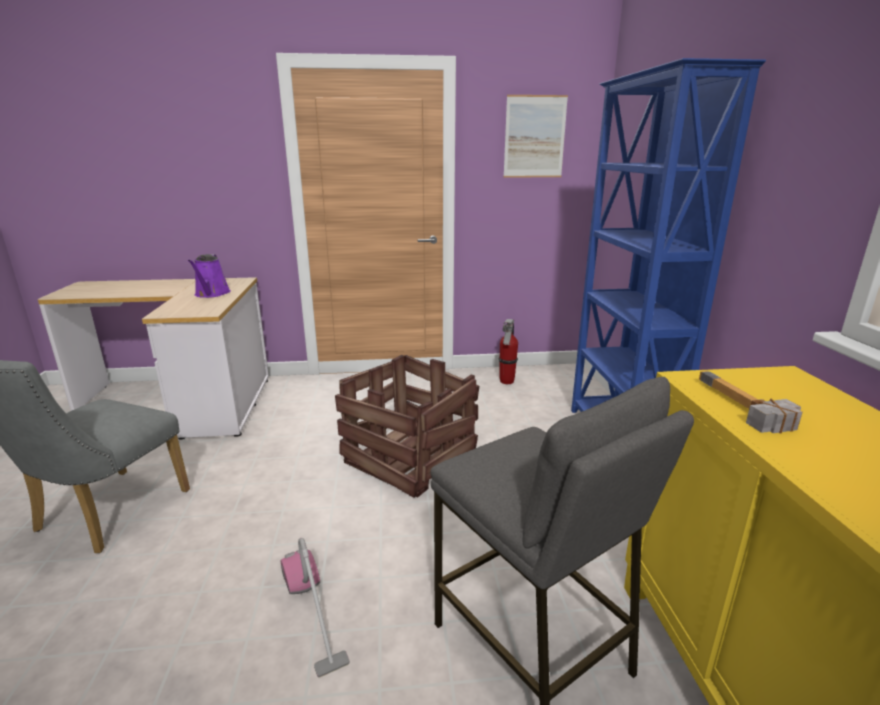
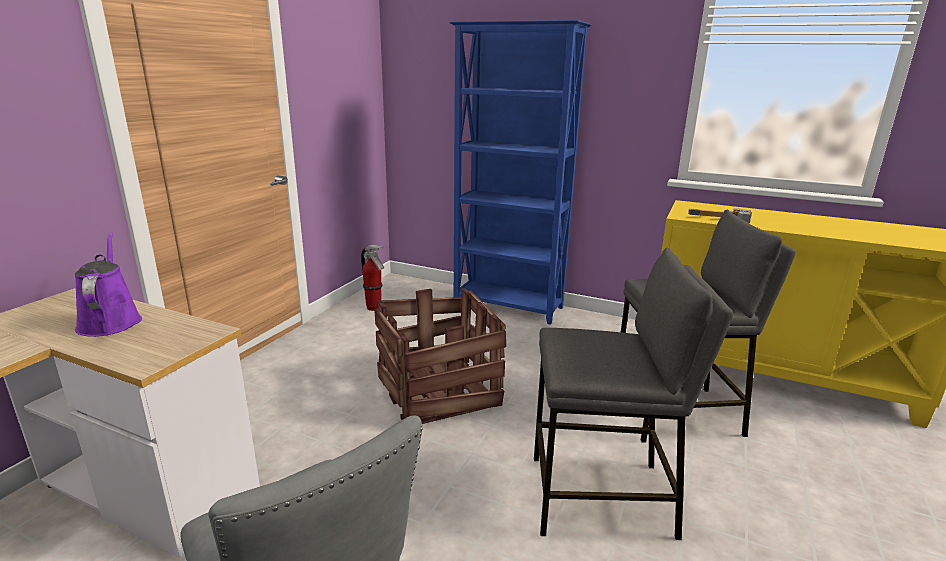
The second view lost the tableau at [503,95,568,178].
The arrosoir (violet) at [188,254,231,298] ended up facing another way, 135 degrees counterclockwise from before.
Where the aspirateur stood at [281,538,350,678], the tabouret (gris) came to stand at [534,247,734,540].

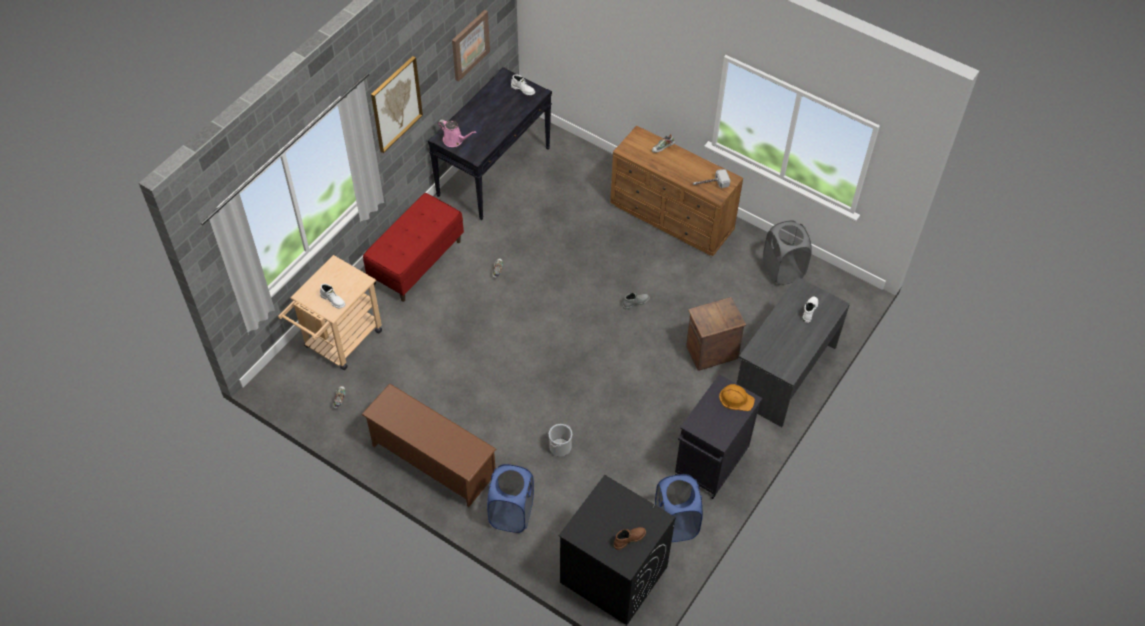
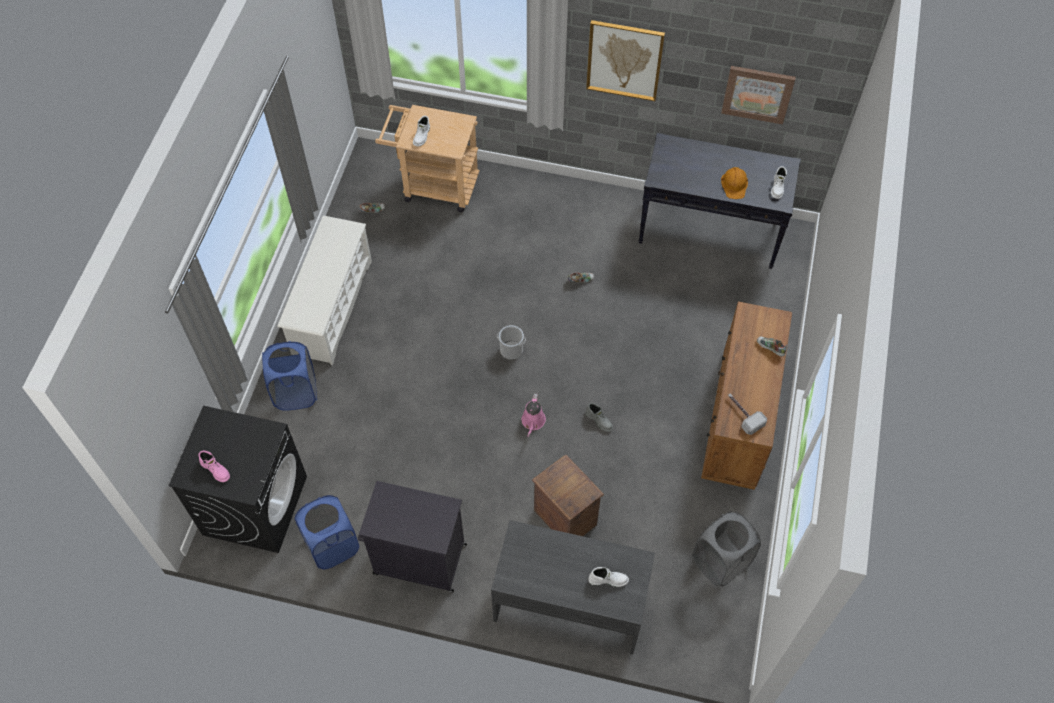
The arrosoir (rose) ended up elsewhere, having gone from [438,119,476,147] to [522,393,546,437].
The second view lost the banc (rouge) at [363,193,464,302].
What was the étagère à chaussures (marron) at [361,384,496,507] turned into the étagère à chaussures (blanc) at [278,216,372,365].
The casque de chantier (orange) ended up elsewhere, having gone from [719,384,755,411] to [721,167,748,199].
The seau ended up elsewhere, having gone from [549,424,572,457] to [497,325,526,360].
What was the botte (marron) at [614,527,646,550] turned into the botte (rose) at [198,451,230,482].

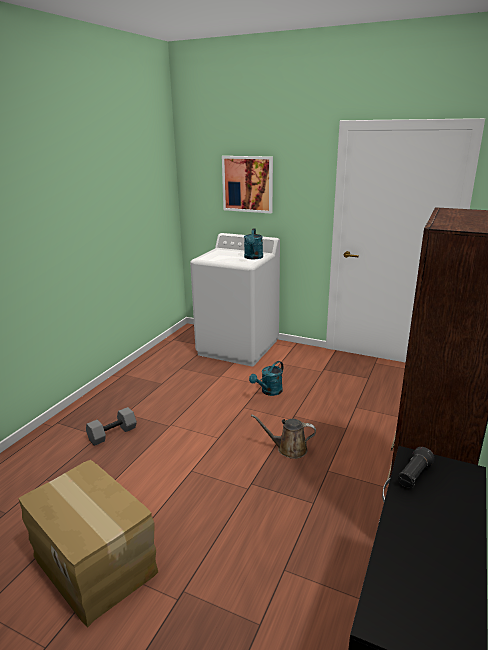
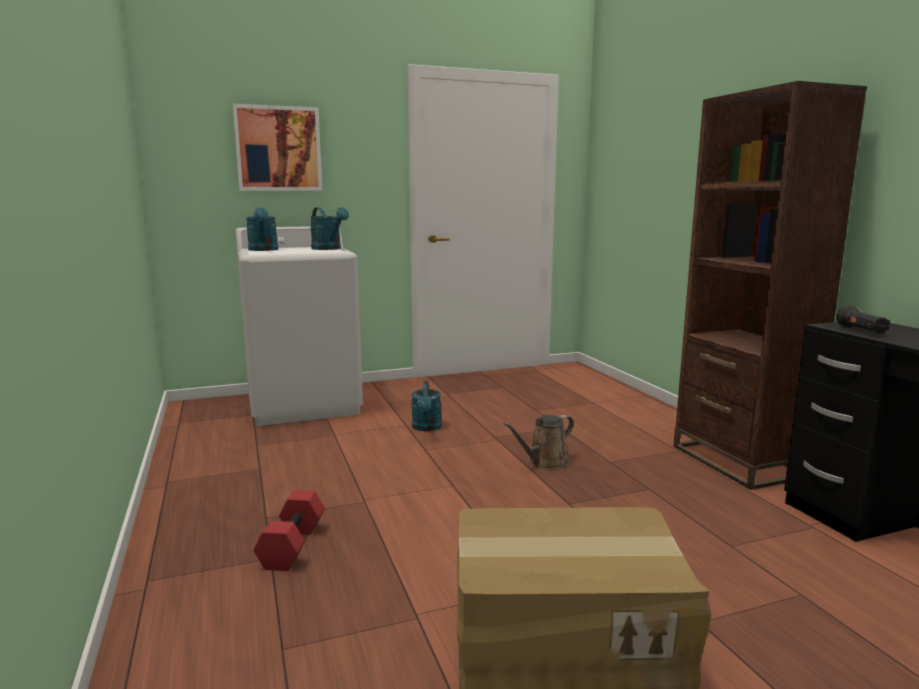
What was the haltère (gris) at [86,407,137,446] turned into the haltère (rouge) at [253,490,325,571].
The second view gained the arrosoir (turquoise) at [246,208,278,251].

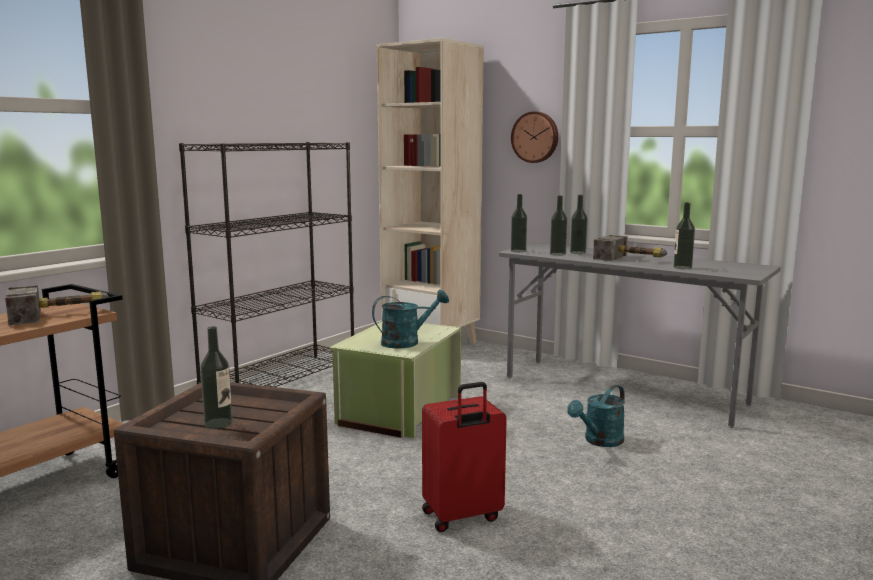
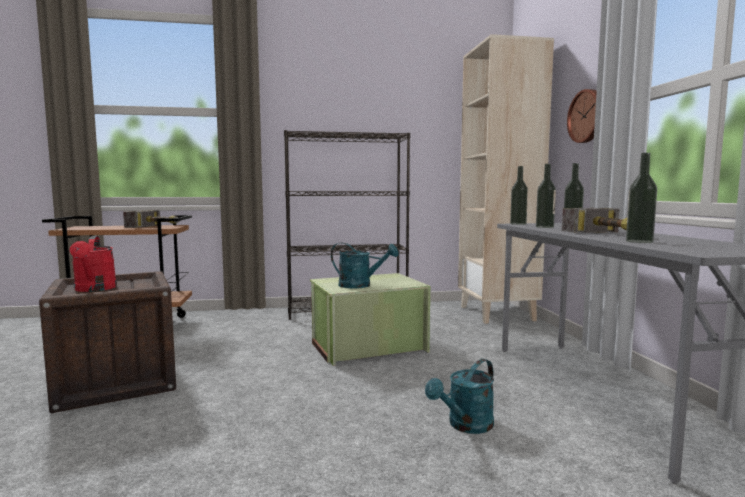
Where the bouteille stood at [200,326,233,429], the arrosoir (rouge) came to stand at [70,236,117,292].
The second view lost the valise (rouge) at [422,382,507,532].
The arrosoir (turquoise) at [567,385,625,447] ended up facing another way, 45 degrees counterclockwise from before.

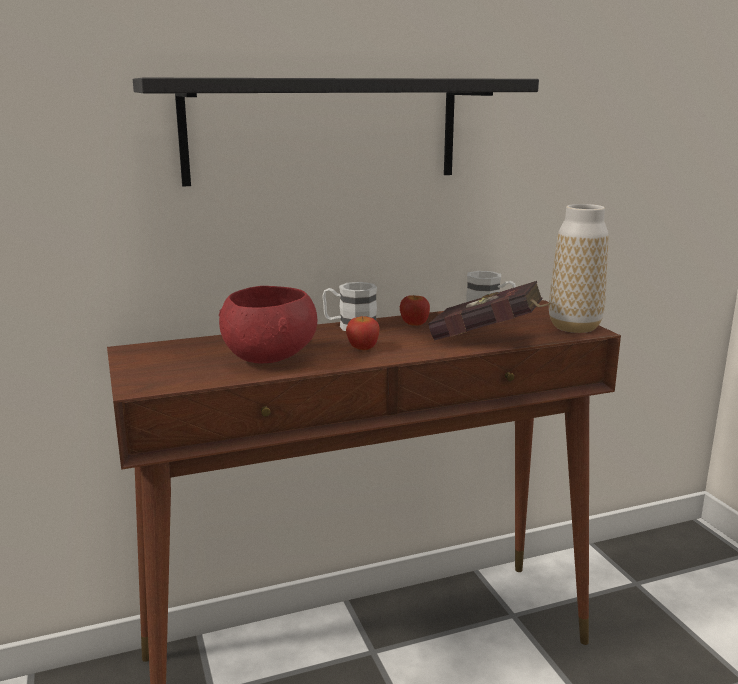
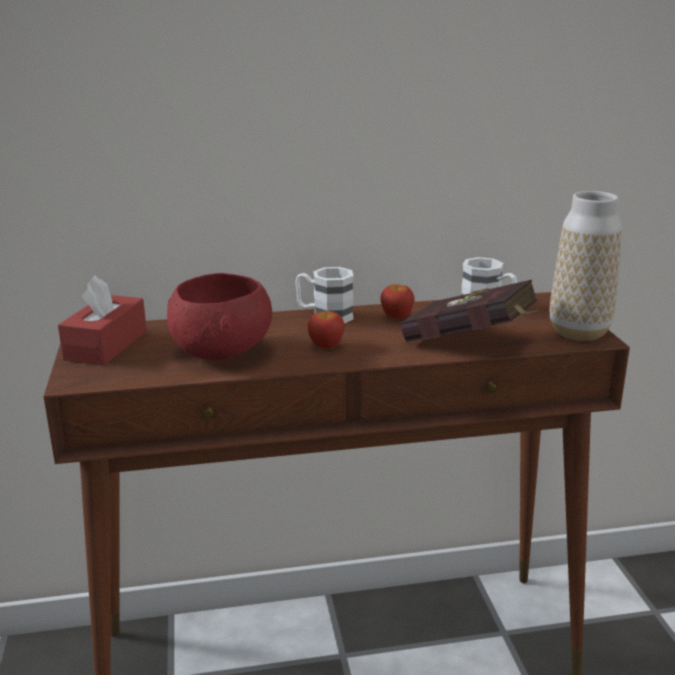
The second view lost the étagère (noir) at [133,78,539,187].
The second view gained the boîte à mouchoirs (rouge) at [58,275,147,365].

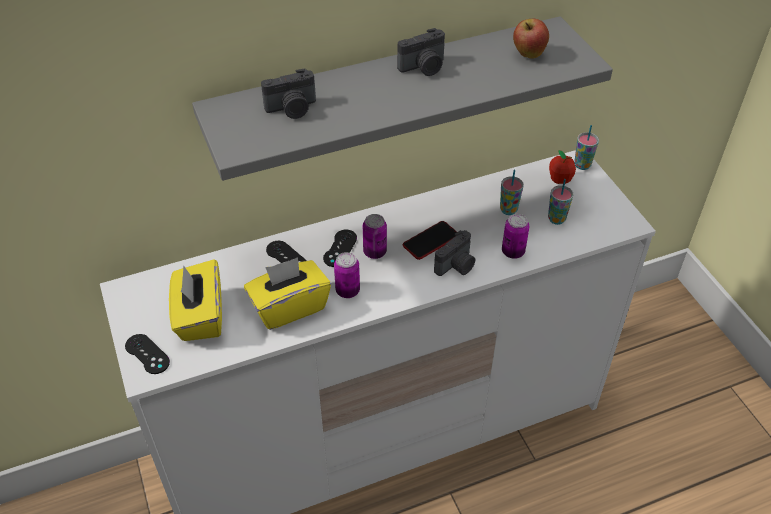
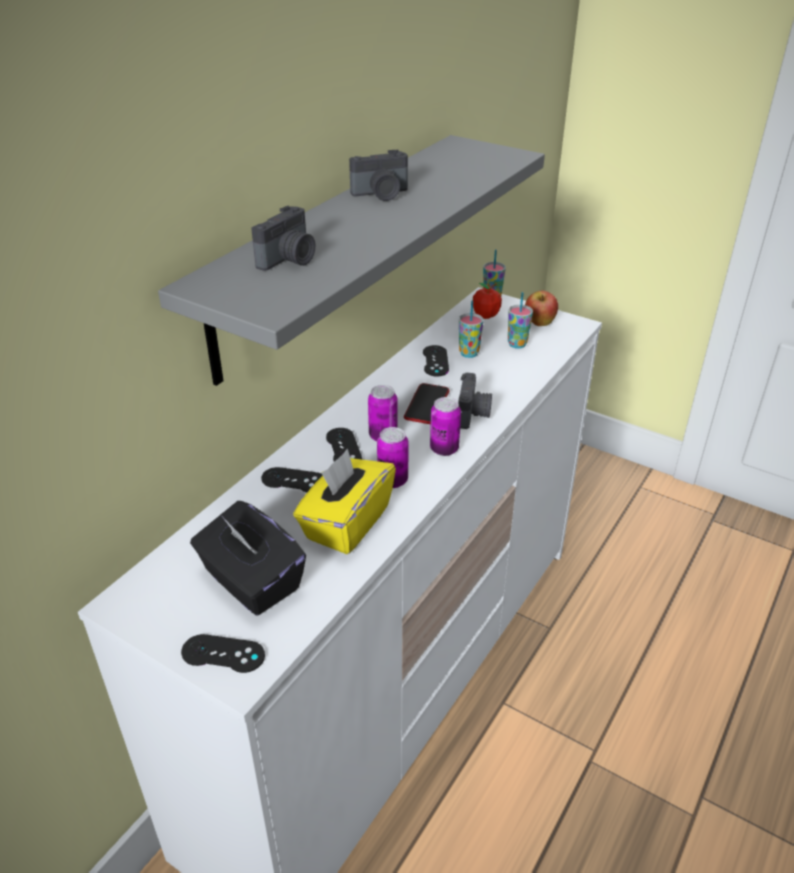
The pomme ended up elsewhere, having gone from [513,19,549,59] to [525,290,558,326].
The appareil photo at [397,28,445,76] ended up facing another way, 45 degrees clockwise from before.
The boîte métallique ended up elsewhere, having gone from [502,214,530,259] to [430,397,461,456].
What was the boîte à mouchoirs (jaune) at [169,259,222,341] turned into the boîte à mouchoirs (noir) at [190,501,306,615].
The second view gained the manette (noir) at [423,345,449,377].

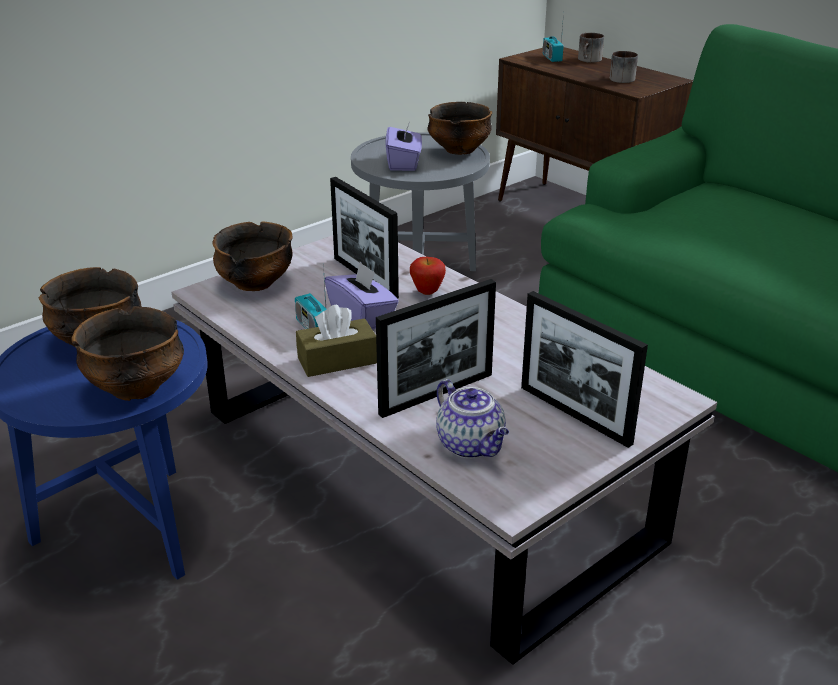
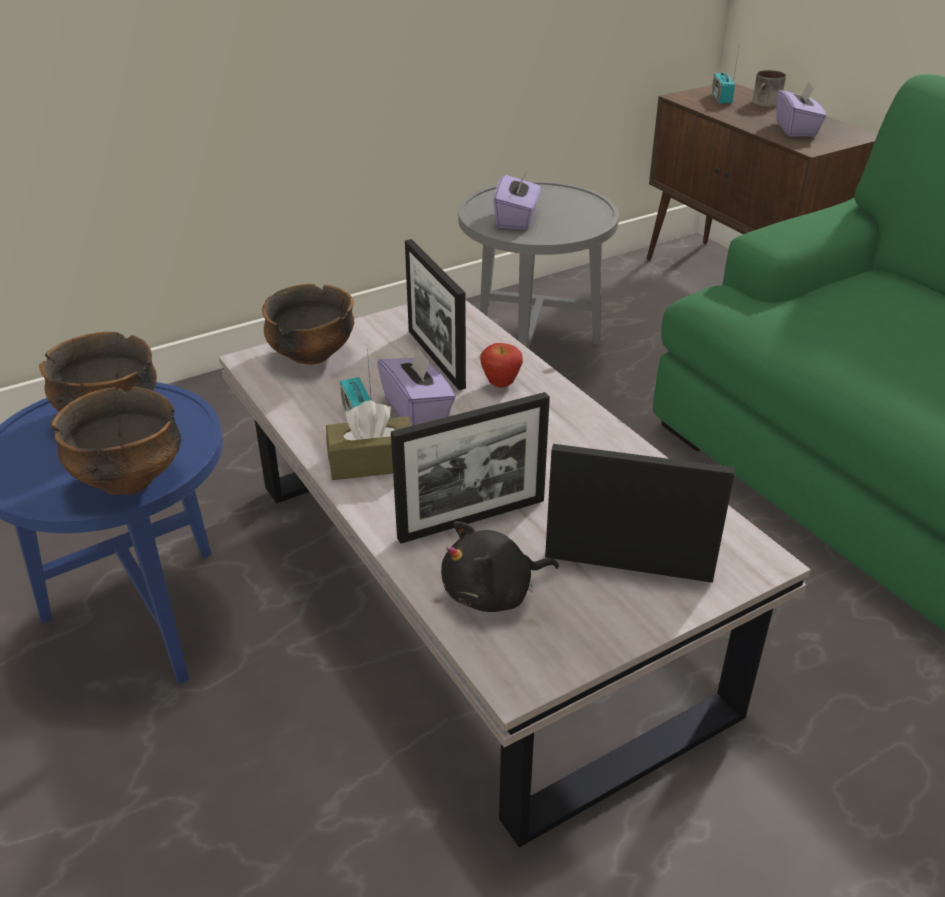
Where the mug stood at [610,51,638,83], the boîte à mouchoirs (violet) came to stand at [776,82,826,137].
The second view lost the bol at [427,102,493,155].
The cadre photo at [521,291,648,448] ended up facing another way, 135 degrees clockwise from before.
Where the théière stood at [436,379,509,458], the peluche (noir) came to stand at [441,521,559,612].

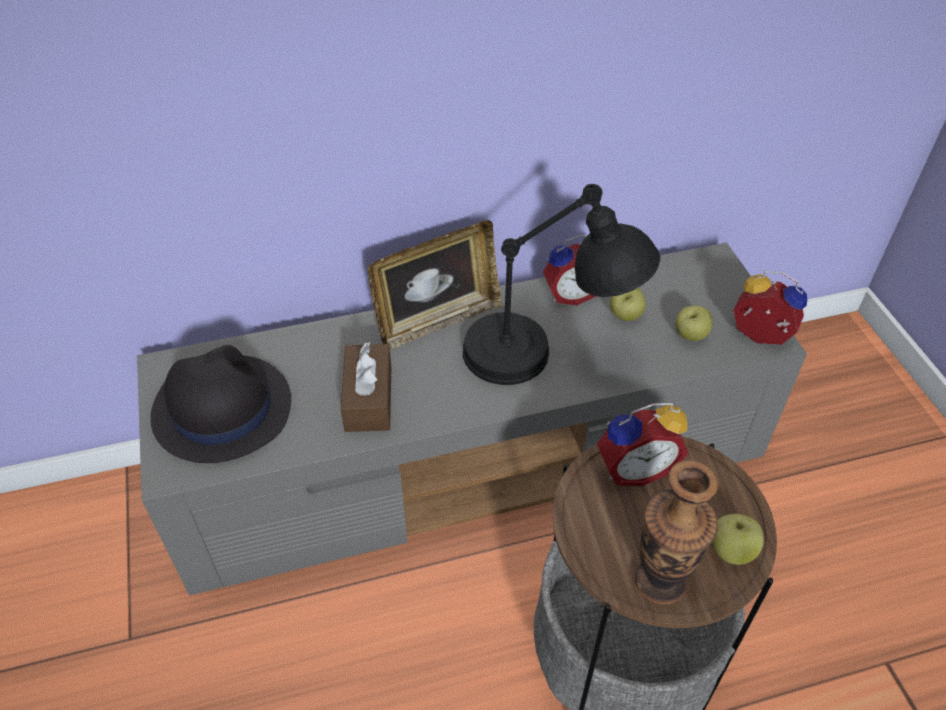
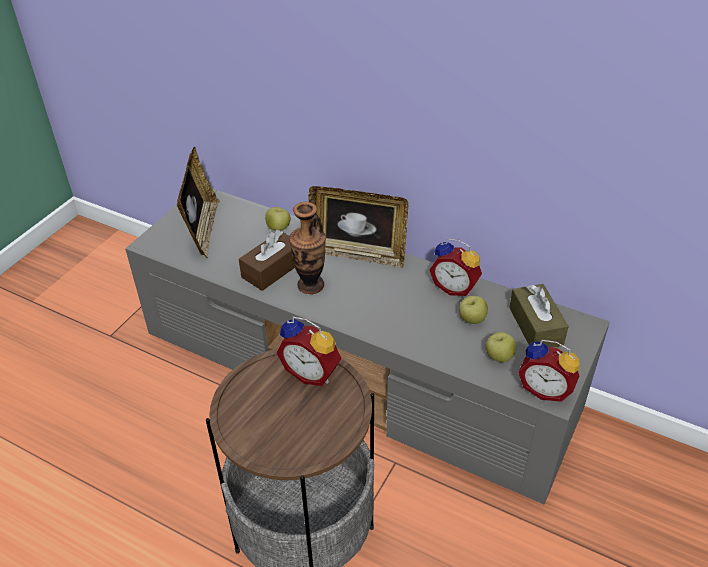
The second view lost the lampe de table (noir) at [463,184,660,385].
The réveil at [733,271,807,345] ended up facing another way, 135 degrees clockwise from before.
Where the chapeau (noir) stood at [150,345,291,463], the cadre photo came to stand at [177,147,220,258].
The vase ended up elsewhere, having gone from [635,460,719,605] to [289,202,326,294].
The pomme ended up elsewhere, having gone from [712,514,764,565] to [265,207,291,231].
The second view gained the boîte à mouchoirs (marron) at [509,284,569,348].

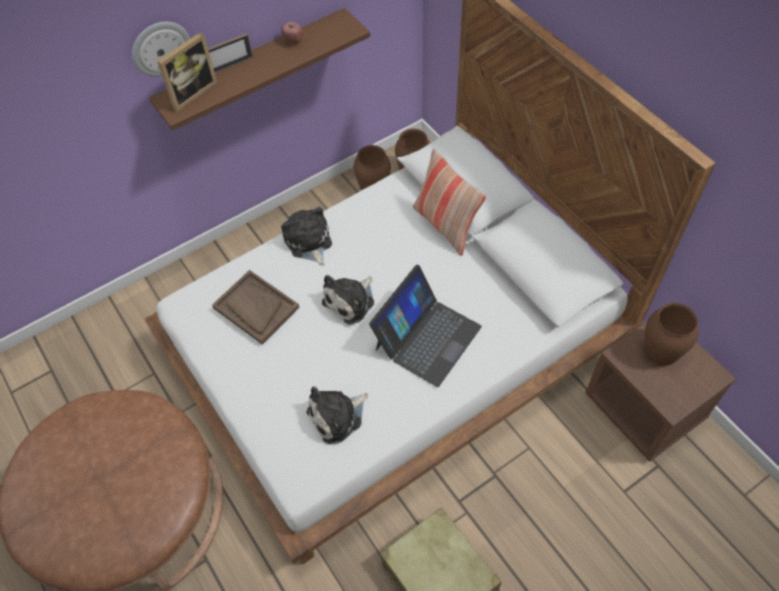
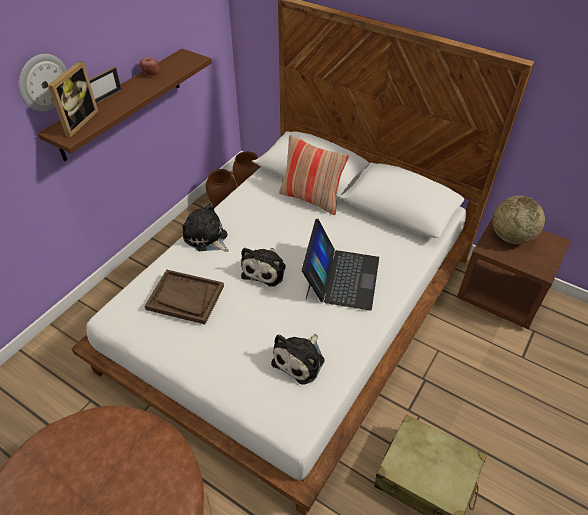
Where the vase (marron) stood at [644,303,699,366], the globe came to stand at [493,195,545,244].

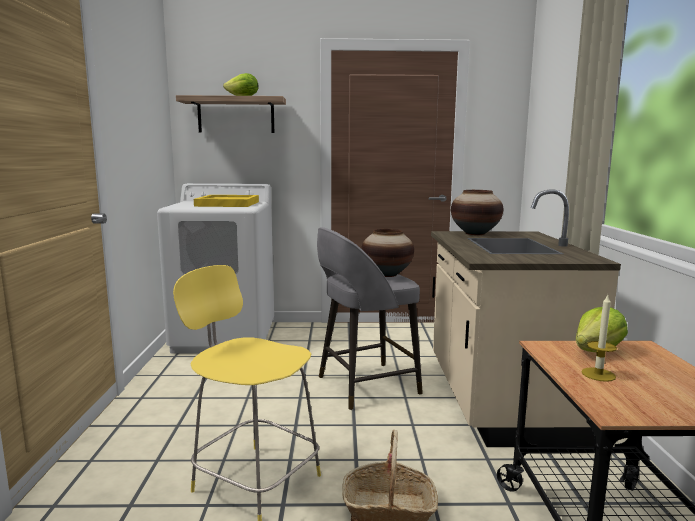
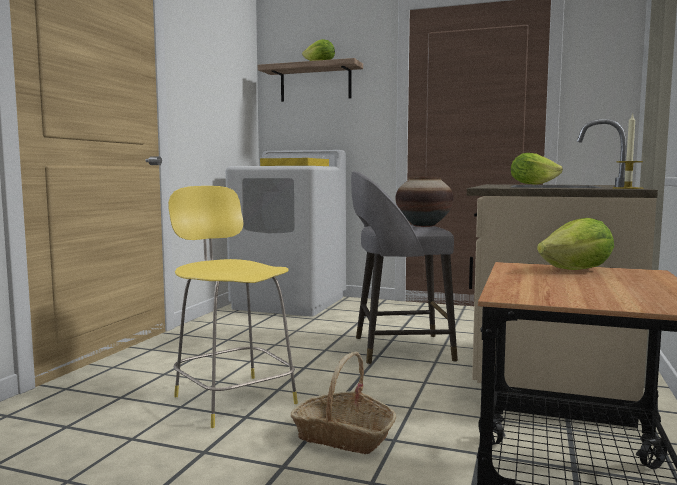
Where the vase stood at [451,190,503,235], the laitue came to stand at [511,153,563,185].
The bougie ended up elsewhere, having gone from [582,295,617,382] to [613,113,643,189].

